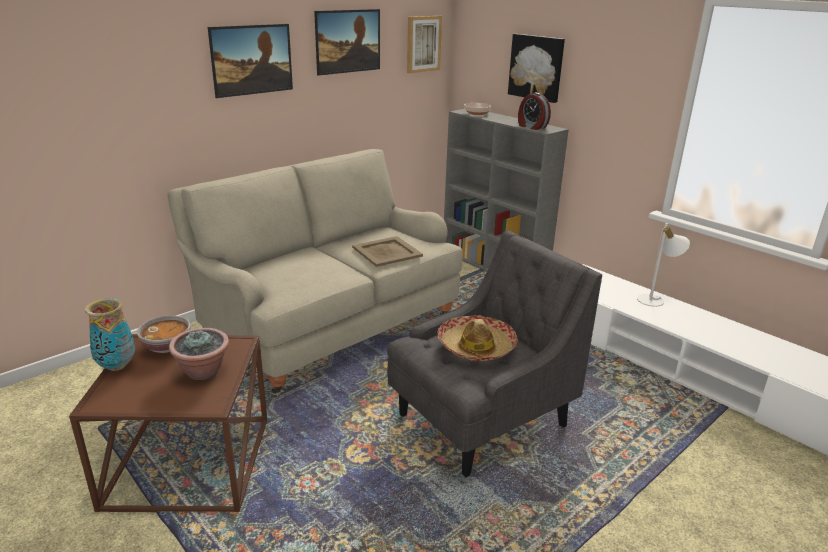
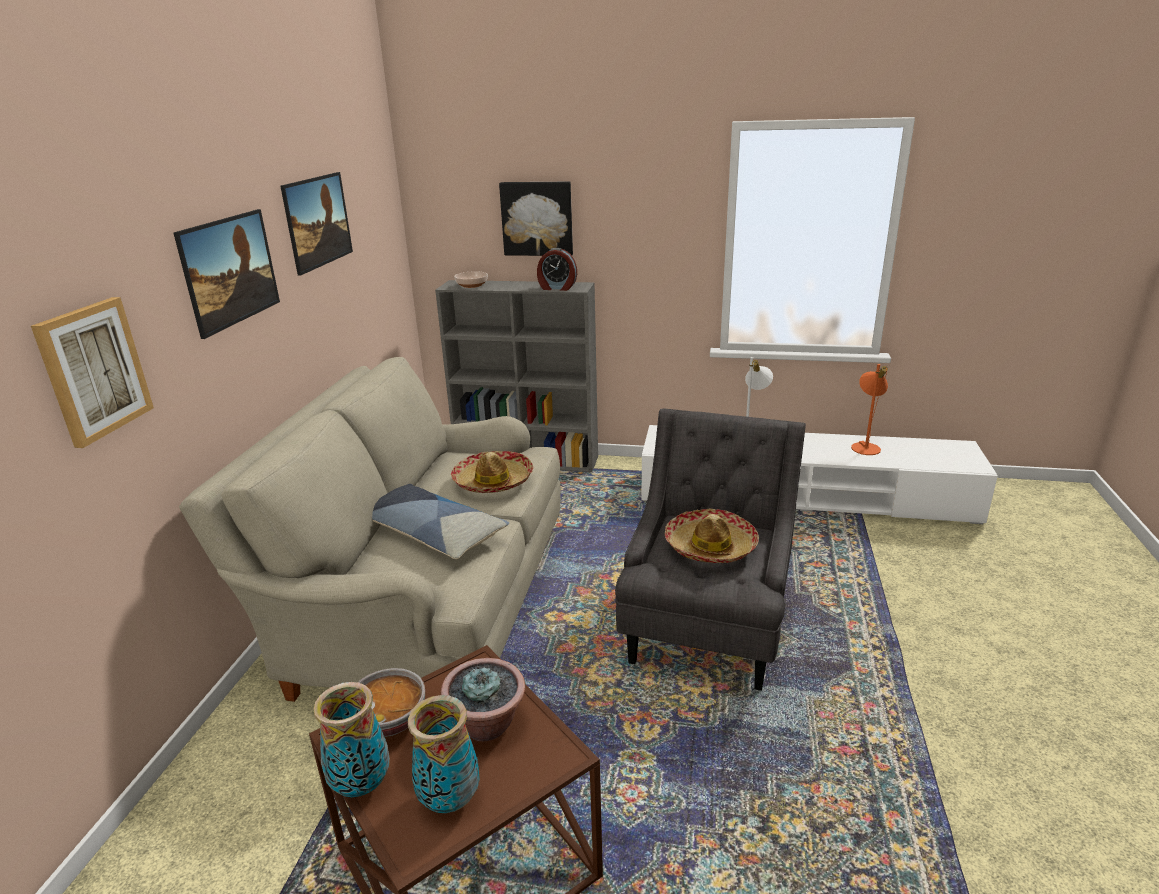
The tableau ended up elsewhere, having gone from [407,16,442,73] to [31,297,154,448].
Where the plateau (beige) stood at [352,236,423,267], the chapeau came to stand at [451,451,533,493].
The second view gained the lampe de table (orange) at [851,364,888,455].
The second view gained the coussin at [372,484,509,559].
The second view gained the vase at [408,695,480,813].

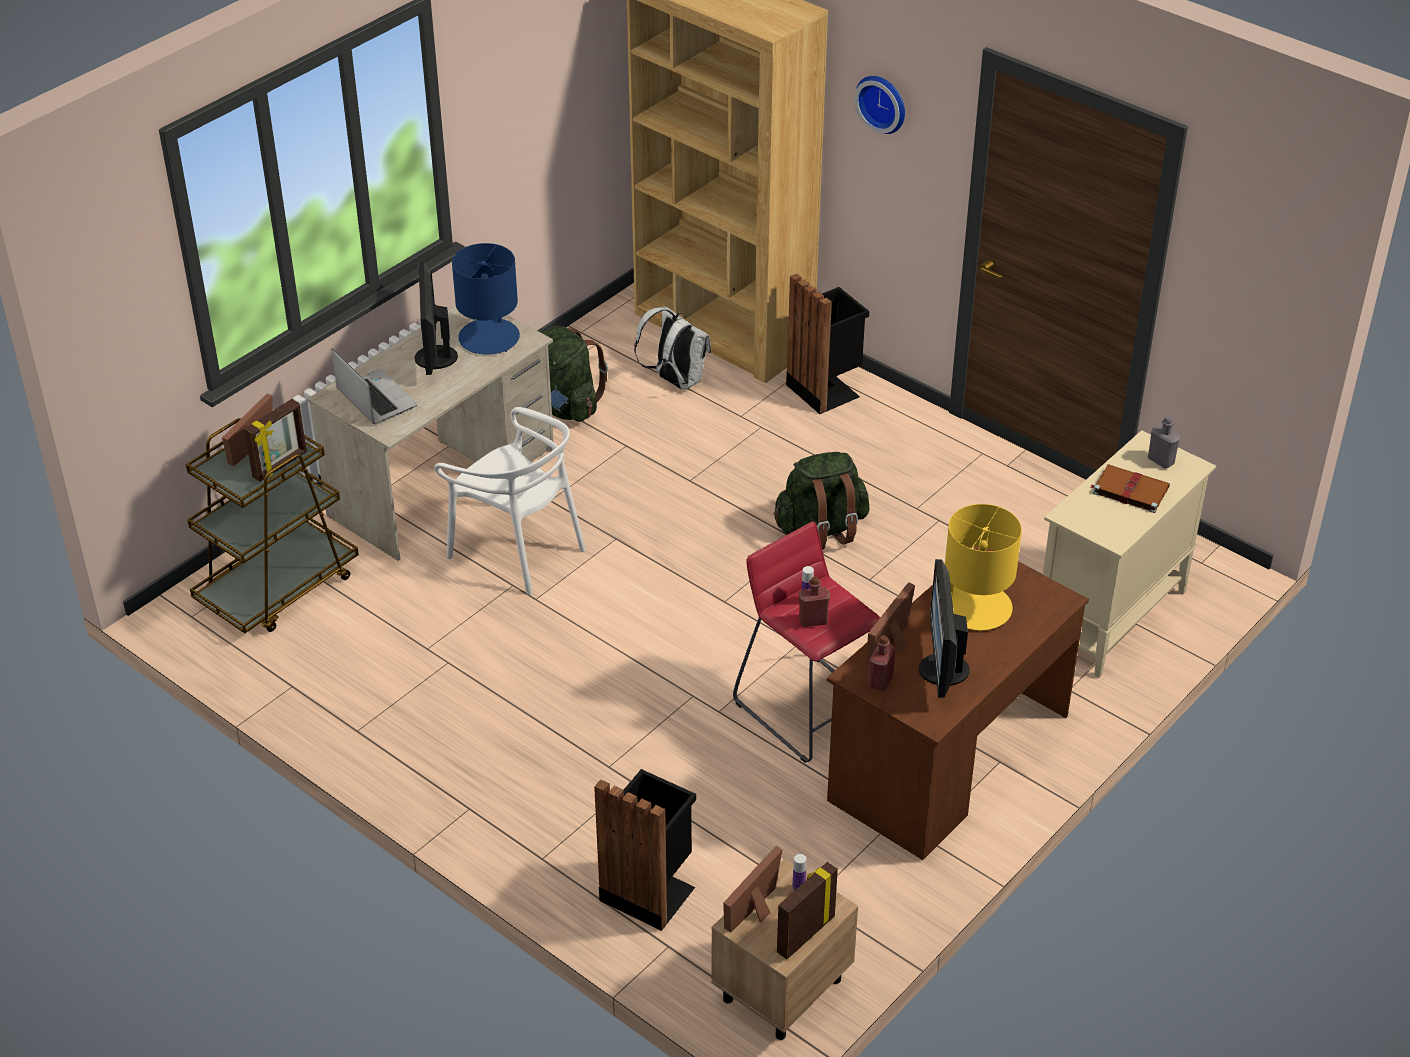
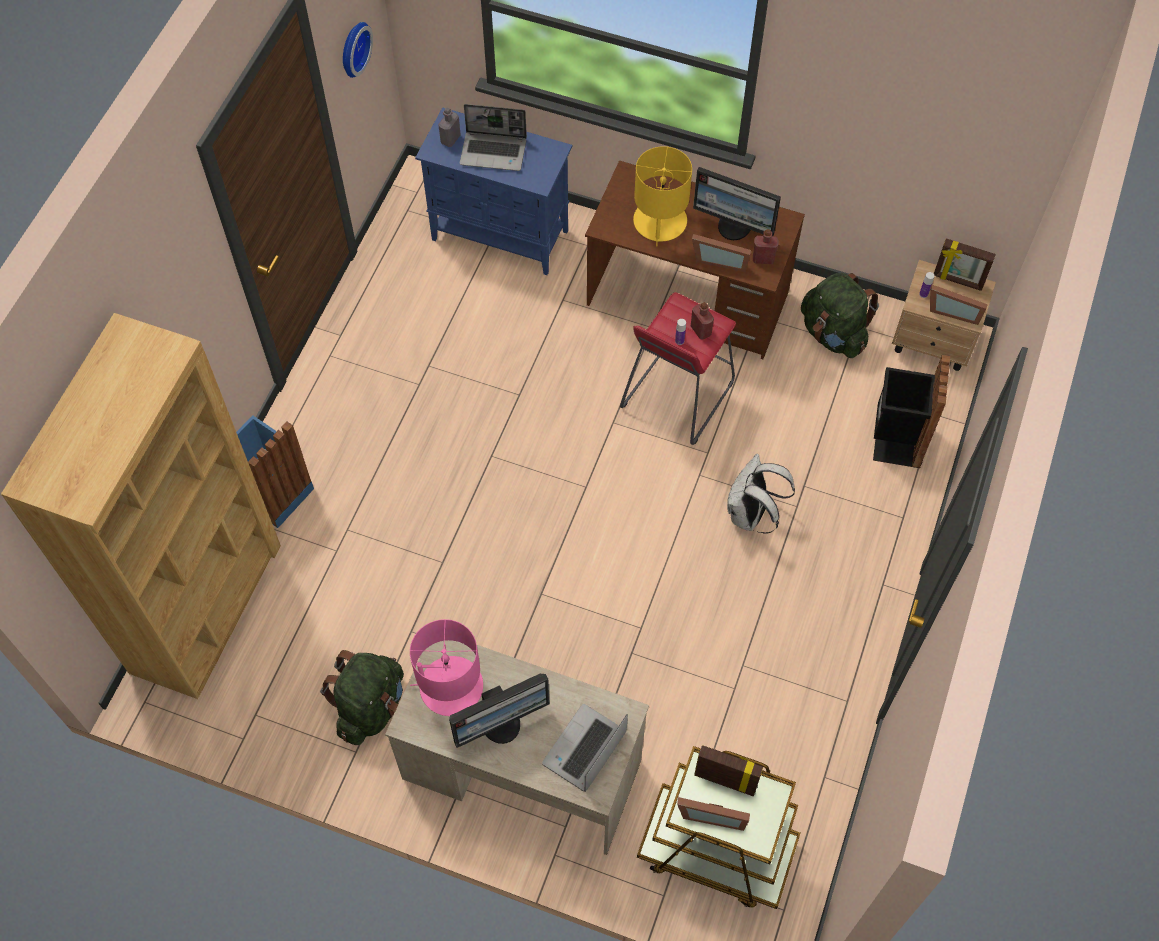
The horloge murale ended up elsewhere, having gone from [854,76,905,134] to [343,22,373,78].
What was the lampe de table (bleu) at [452,243,520,355] turned into the lampe de table (rose) at [410,619,483,716].
What was the poubelle (noir) at [786,273,869,414] turned into the poubelle (bleu) at [236,415,314,528].
The sac à dos (blanc) ended up elsewhere, having gone from [634,306,711,390] to [727,454,795,533].
The second view lost the chaise (blanc) at [434,407,586,595].
What was the meuble de rangement (beige) at [1043,430,1216,678] turned into the meuble de rangement (bleu) at [415,107,572,275].
The sac à dos (vert) ended up elsewhere, having gone from [774,452,870,550] to [801,273,879,358].
Where the livre (marron) stood at [1090,464,1170,513], the ordinateur portable came to stand at [460,104,527,171].
The écran d'ordinateur at [919,559,970,698] ended up facing another way, 45 degrees clockwise from before.

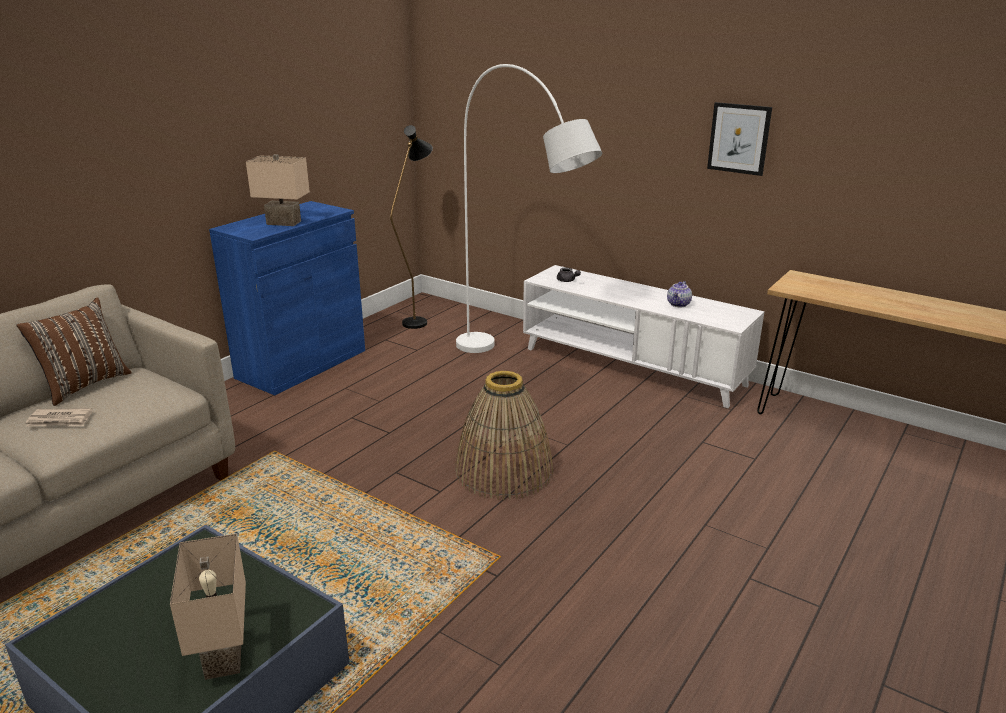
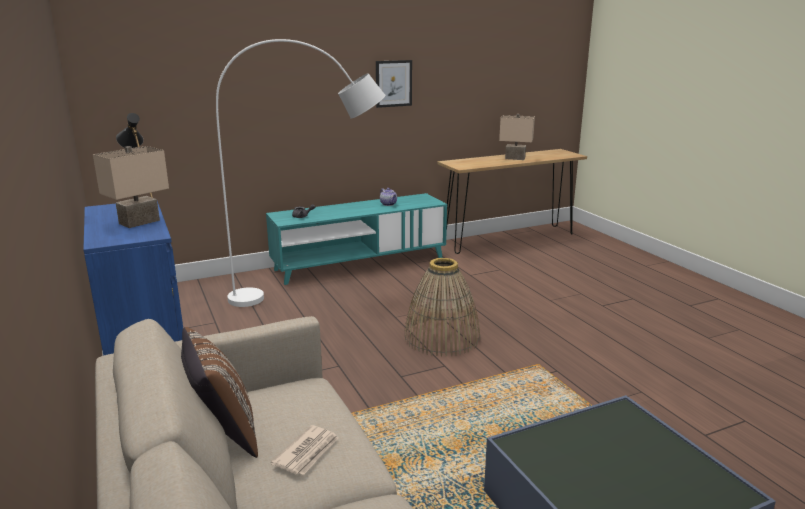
What was the meuble télé (blanc) at [523,265,764,408] turned into the meuble télé (turquoise) at [266,193,447,285].
The lampe de table (beige) ended up elsewhere, having gone from [170,534,246,680] to [499,114,535,160].

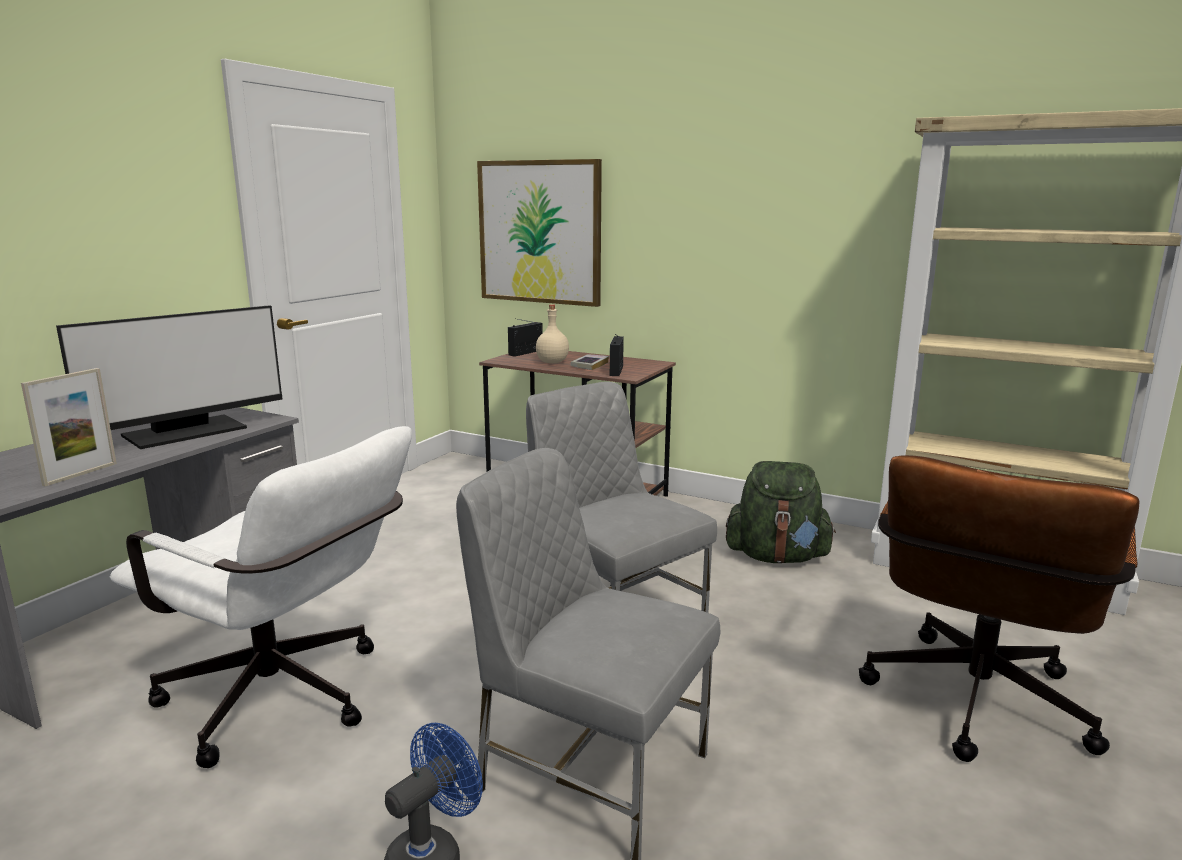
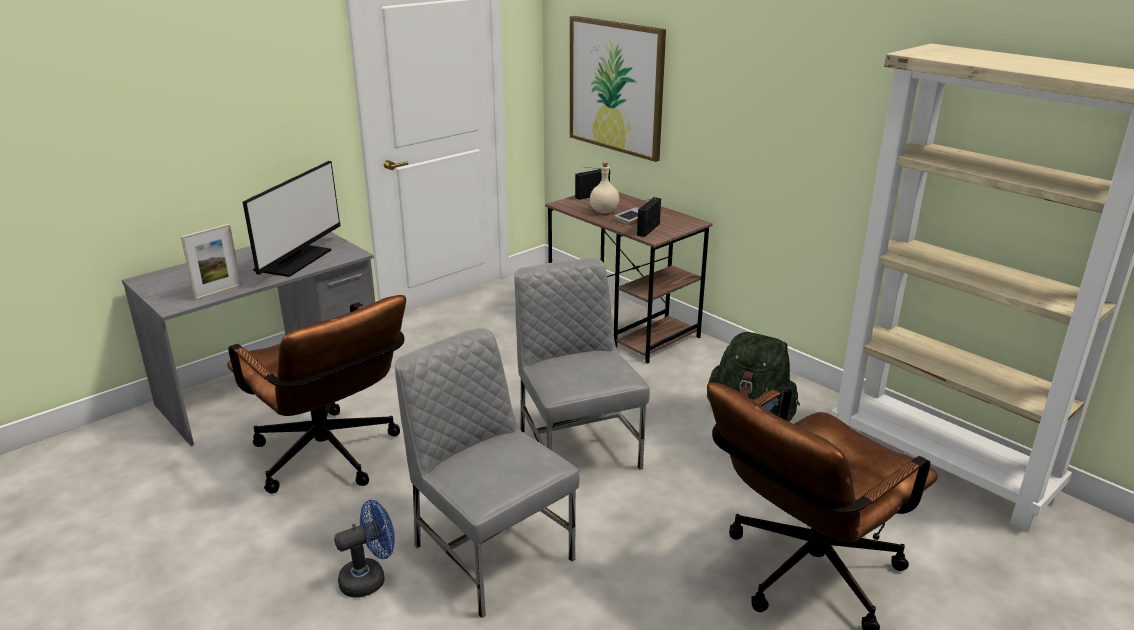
The écran d'ordinateur at [56,305,283,449] ended up facing another way, 45 degrees counterclockwise from before.
What was the chaise de bureau (blanc) at [110,426,412,768] turned into the chaise de bureau (marron) at [227,295,406,493].

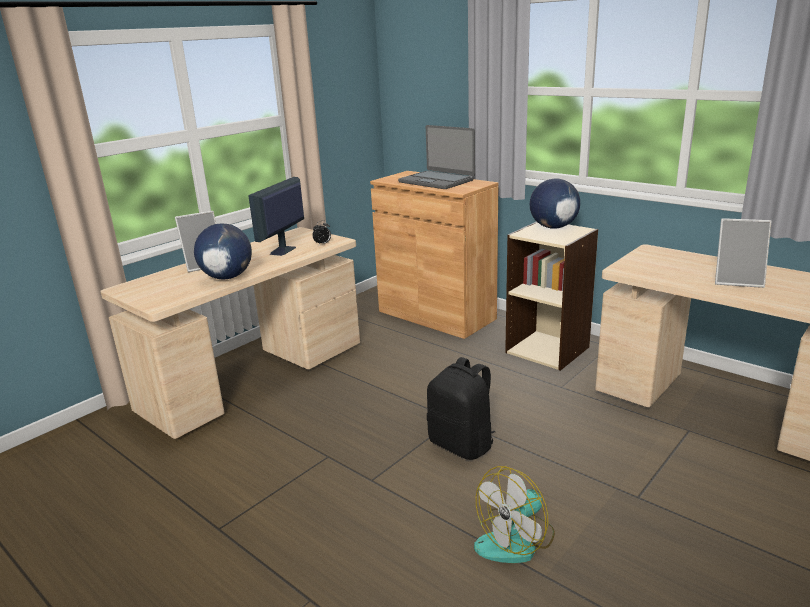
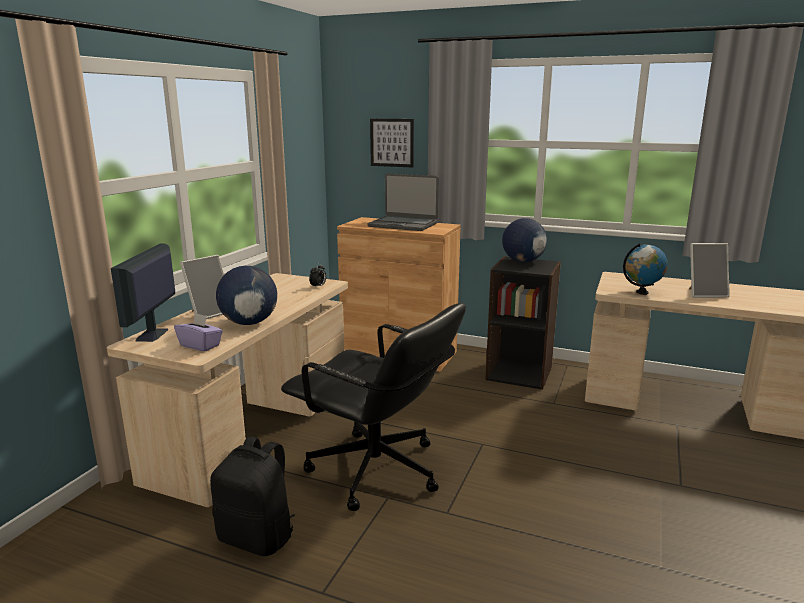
The écran d'ordinateur ended up elsewhere, having gone from [248,177,304,256] to [111,244,175,342].
What was the bibliothèque (beige) at [505,221,598,371] turned into the bibliothèque (noir) at [485,256,561,390].
The sac à dos (noir) ended up elsewhere, having gone from [427,357,495,460] to [210,436,295,556].
The second view lost the ventilateur at [474,466,555,563].
The second view gained the tableau at [370,119,414,167].
The second view gained the globe at [623,243,668,295].
The second view gained the chaise de bureau (noir) at [281,303,466,511].
The second view gained the boîte à mouchoirs (violet) at [174,313,223,352].

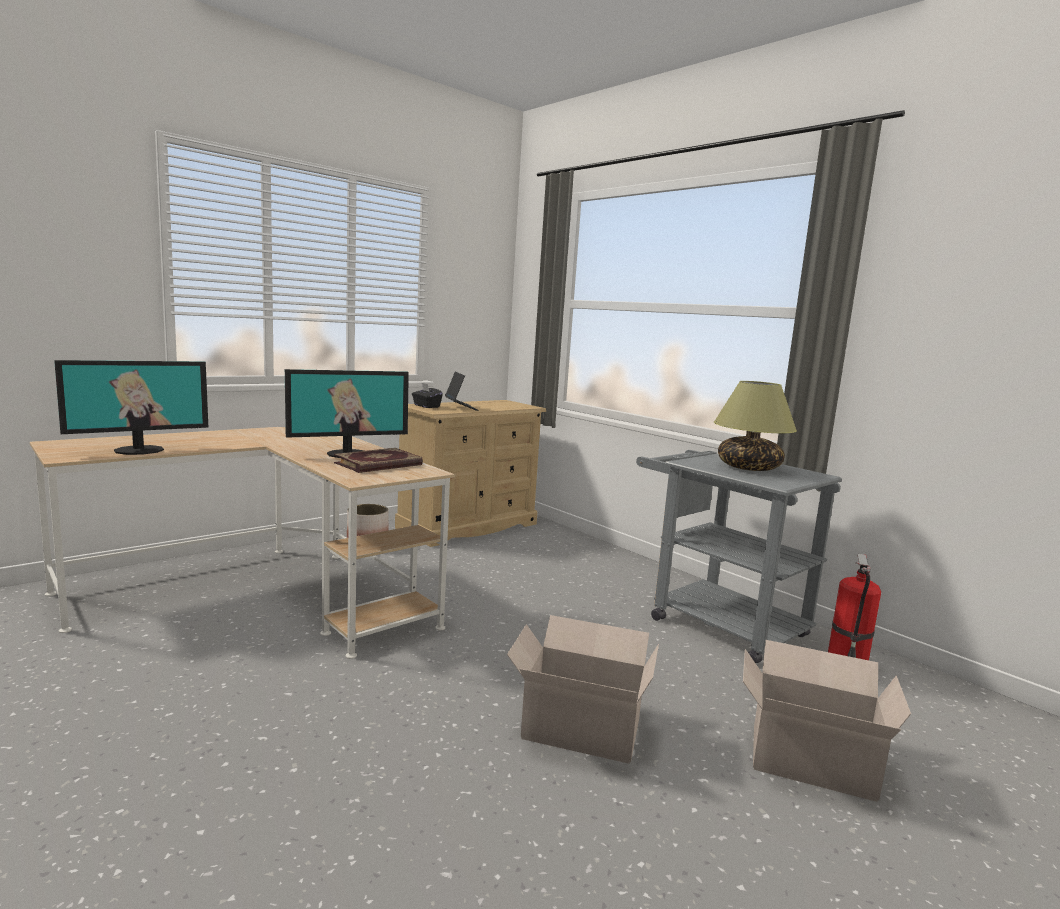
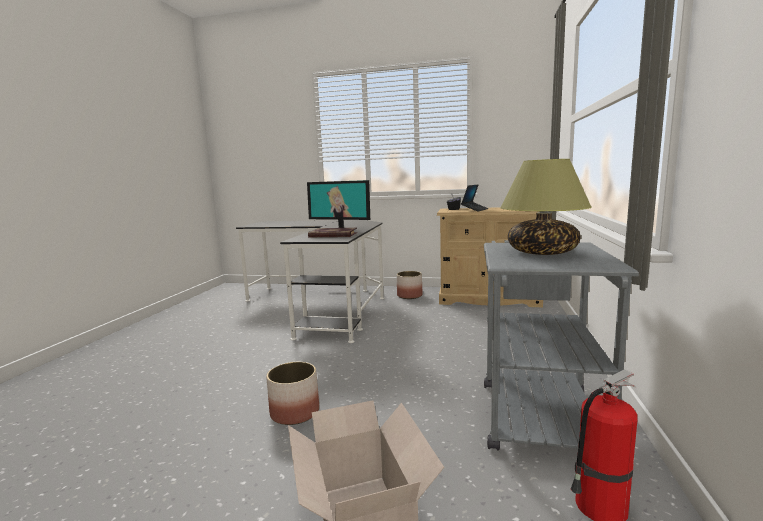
The second view lost the écran d'ordinateur at [54,360,208,455].
What was the bureau (beige) at [30,427,455,659] turned into the bureau (noir) at [236,220,384,343].
Where the carton stood at [507,615,659,764], the cache-pot came to stand at [266,362,319,425].

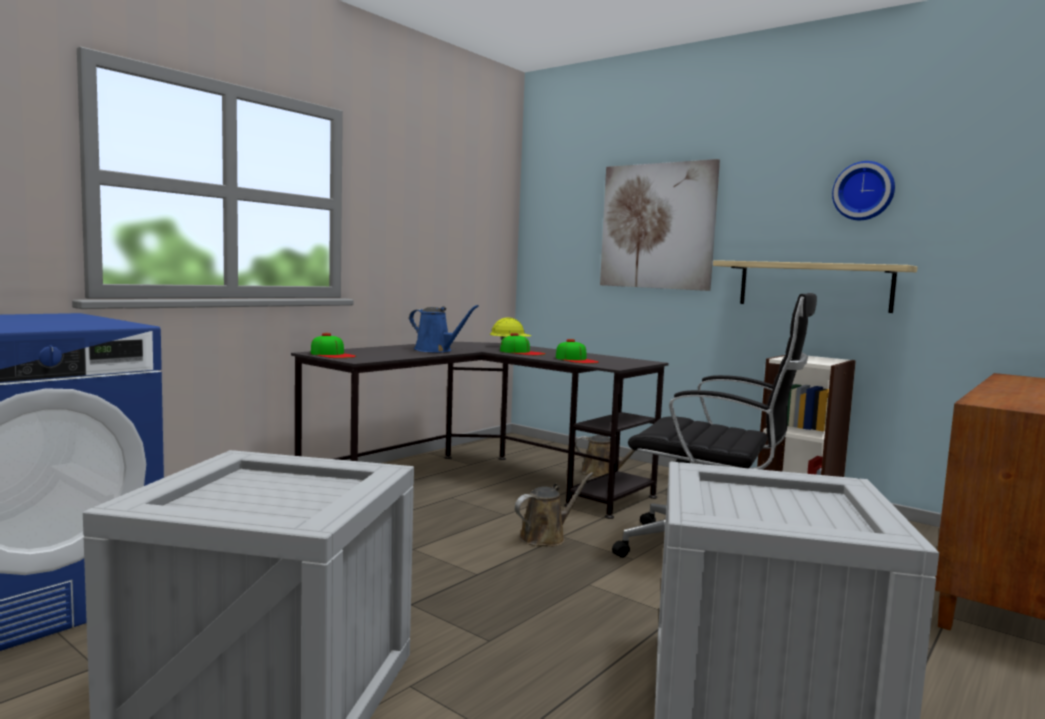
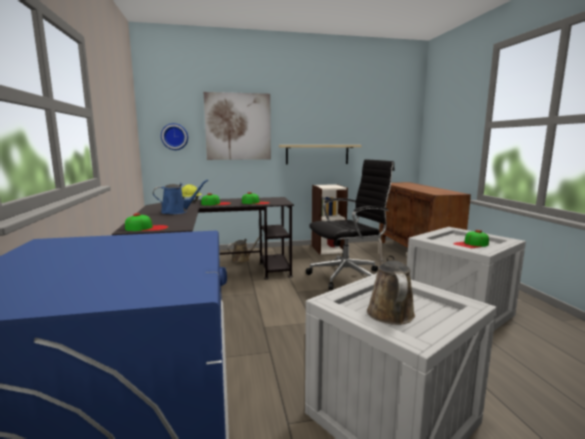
The horloge murale ended up elsewhere, having gone from [832,161,895,220] to [161,123,188,150].
The arrosoir (marron) ended up elsewhere, having gone from [515,472,593,546] to [367,238,415,325].
The second view gained the casquette at [453,230,489,248].

